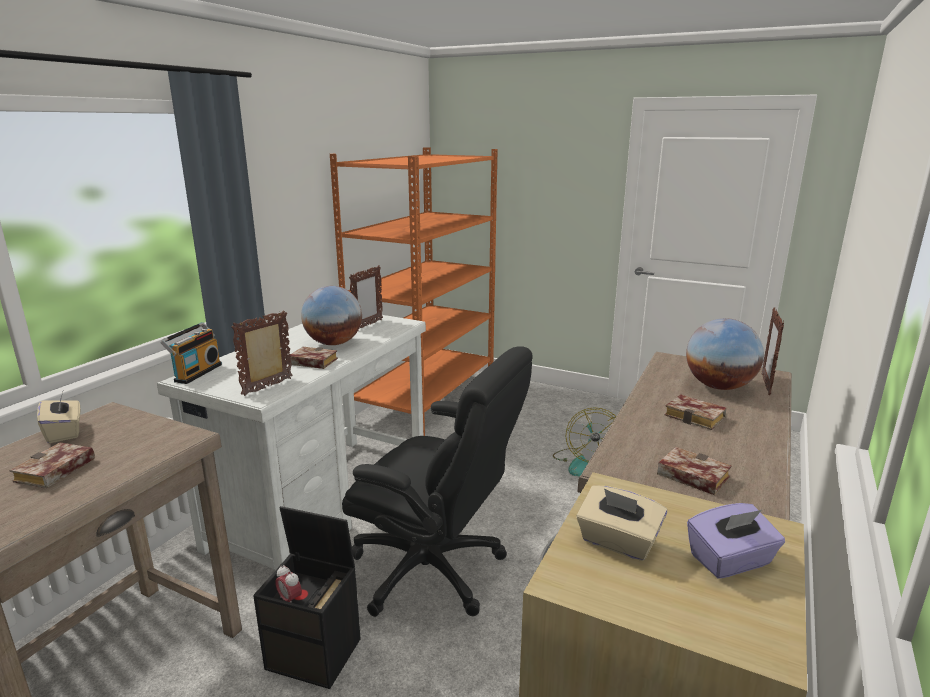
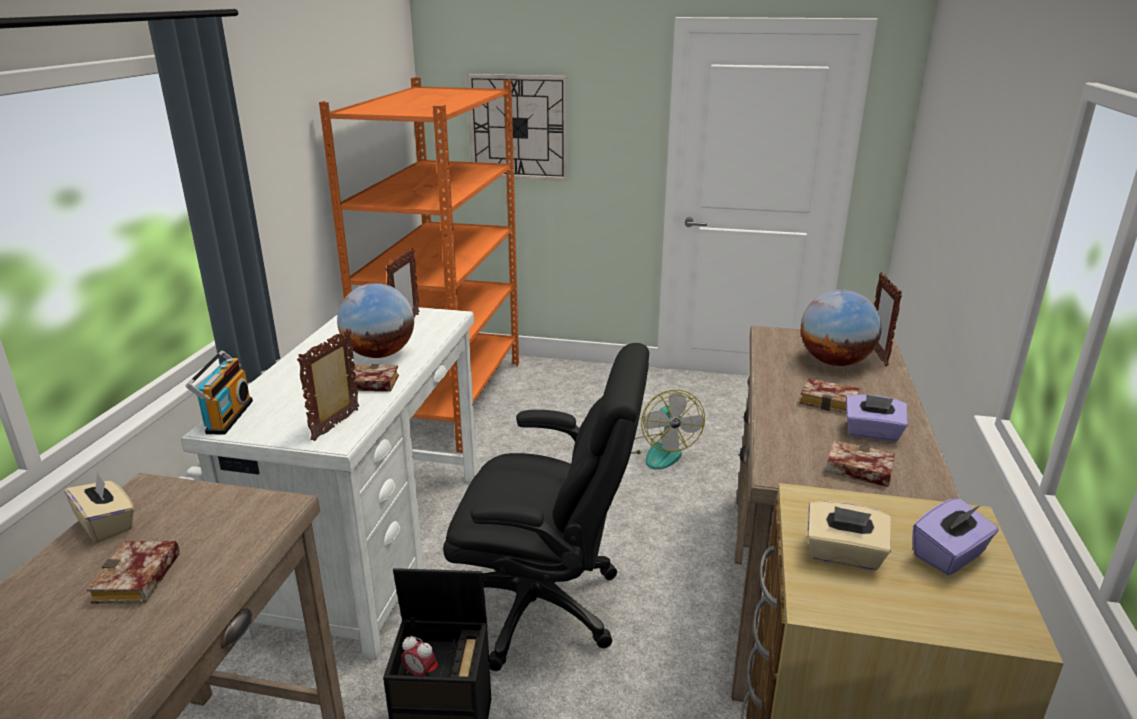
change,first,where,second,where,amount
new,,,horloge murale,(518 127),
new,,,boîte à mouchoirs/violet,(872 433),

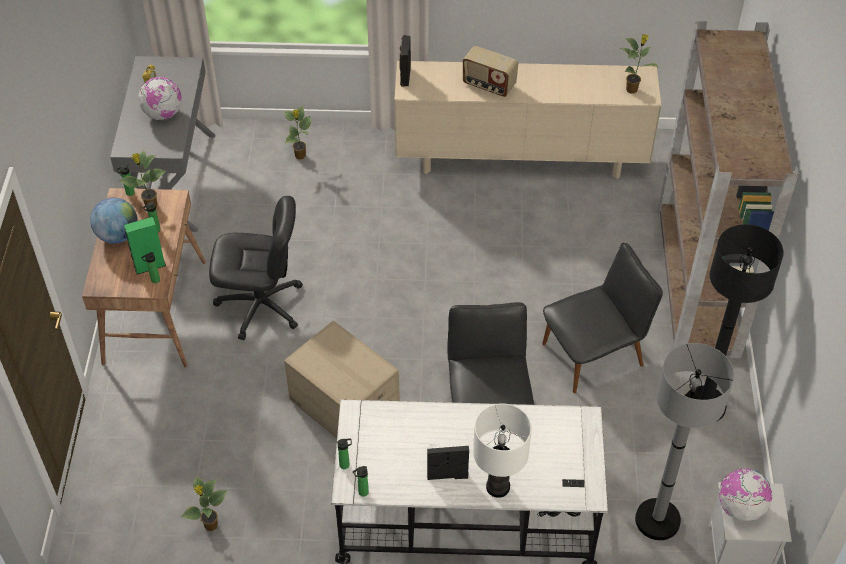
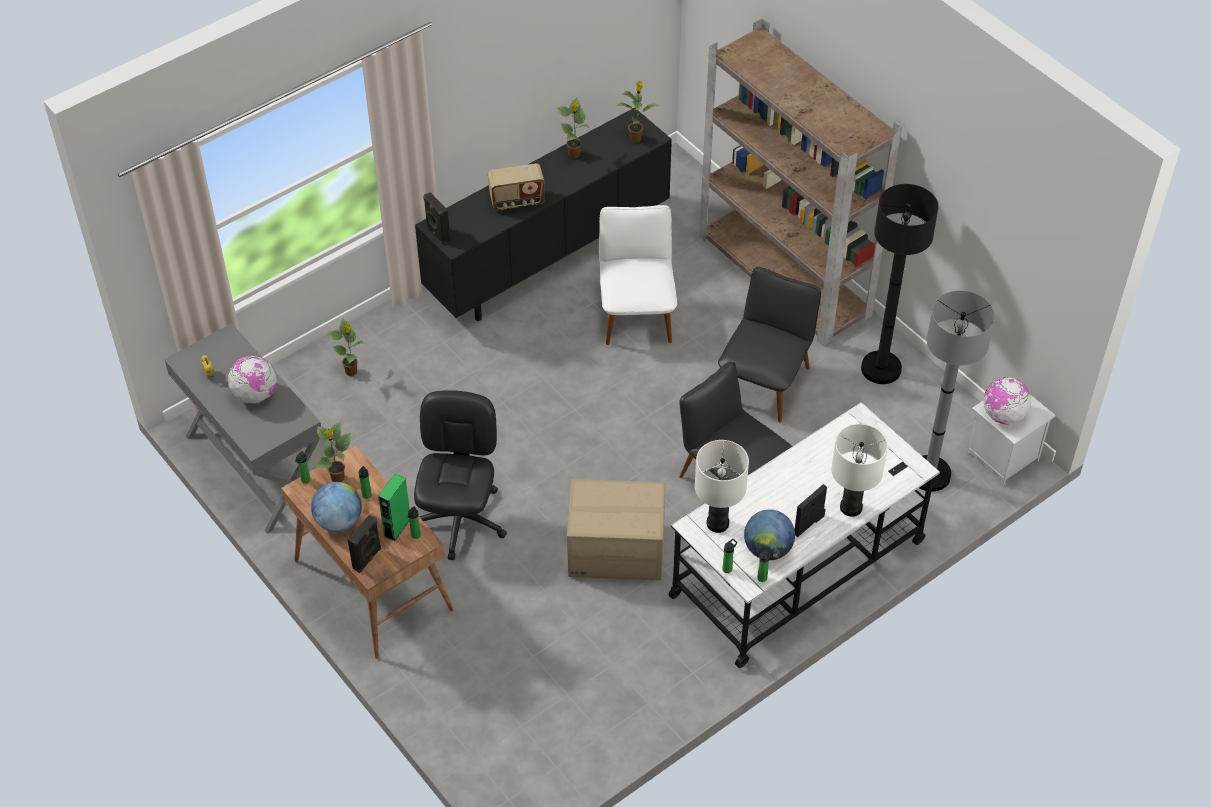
change,first,where,second,where,amount
shifted,plante en pot,(210 526),,(574 155),
rotated,chaise de bureau/noir,(261 305),,(460 519),45 degrees counterclockwise
repainted,meuble de rangement/beige,(521 159),meuble de rangement/noir,(548 259),
new,,,enceinte/noir,(368 559),
new,,,chaise/blanc,(636 315),
new,,,lampe de table/blanc,(718 523),
new,,,globe,(767 549),

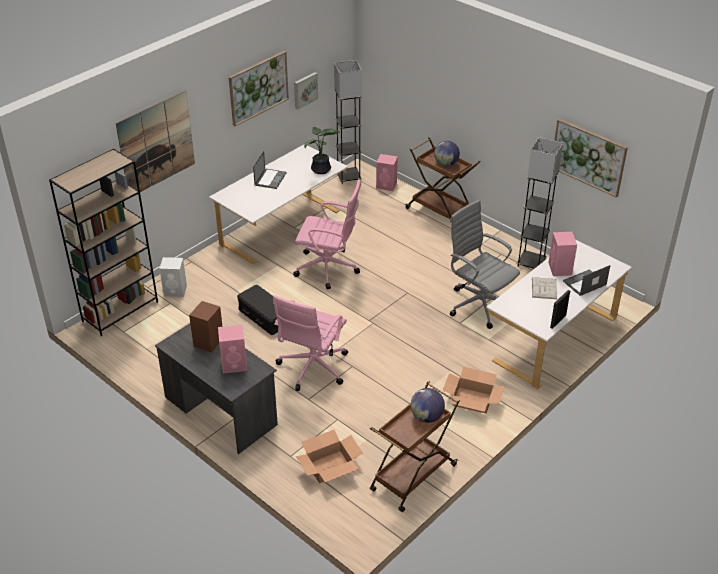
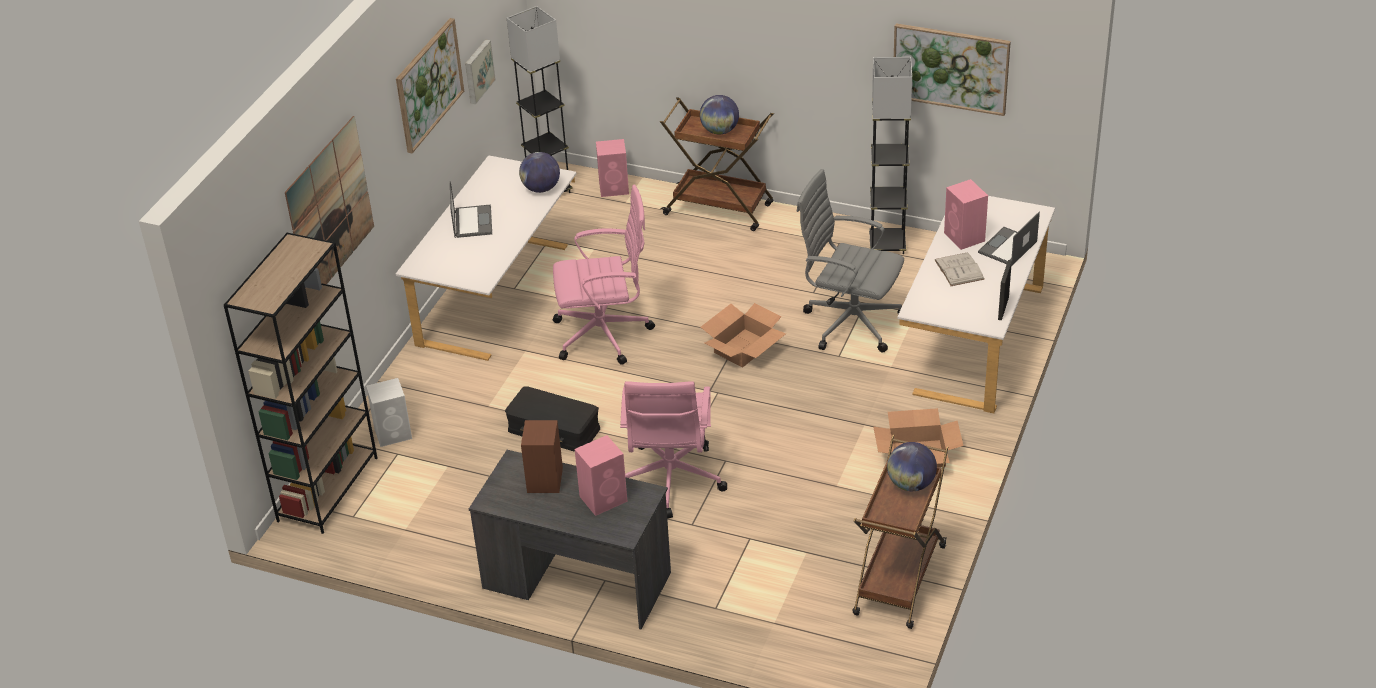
change,first,where,second,where,amount
shifted,carton,(330 467),,(743 348),
swapped,plante en pot,(321 170),globe,(541 188),

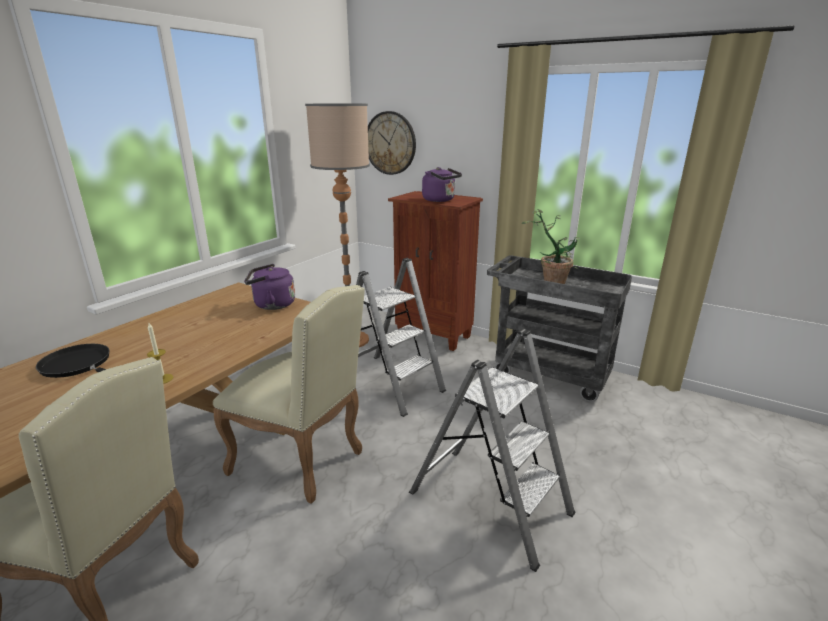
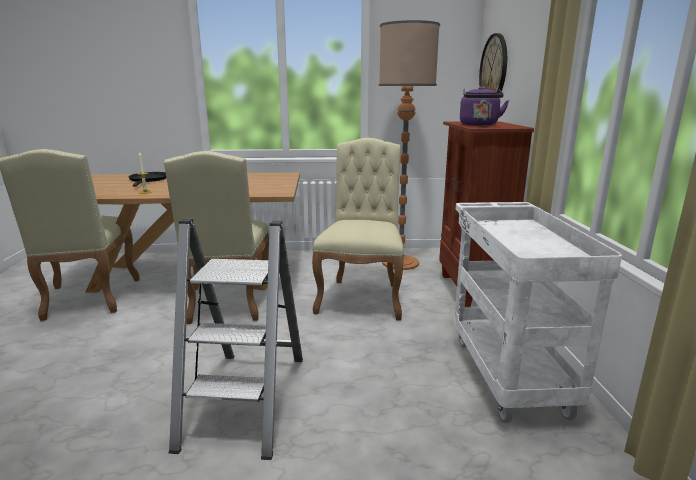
change,first,where,second,where,amount
gone,bouilloire/violet,(271 305),,,
swapped,escabeau/gris,(388 382),chaise/beige,(362 297),
repainted,chariot/noir,(545 377),chariot/blanc,(505 373),
gone,plante en pot,(551 280),,,

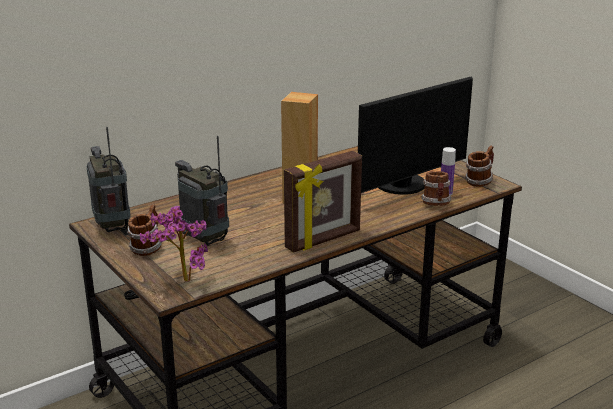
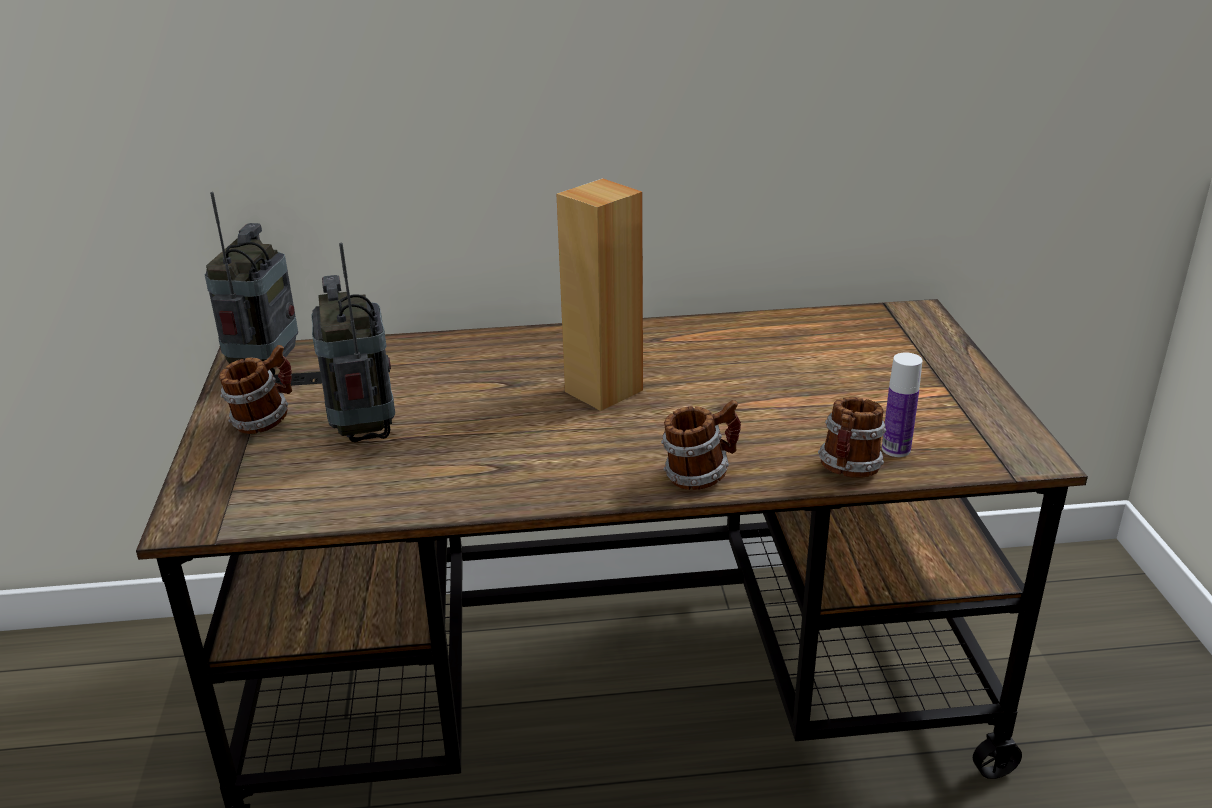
change,first,where,second,where,amount
gone,plante en pot,(180 280),,,
gone,cadre photo,(323 240),,,
gone,écran d'ordinateur,(405 186),,,
shifted,mug,(479 182),,(699 475),

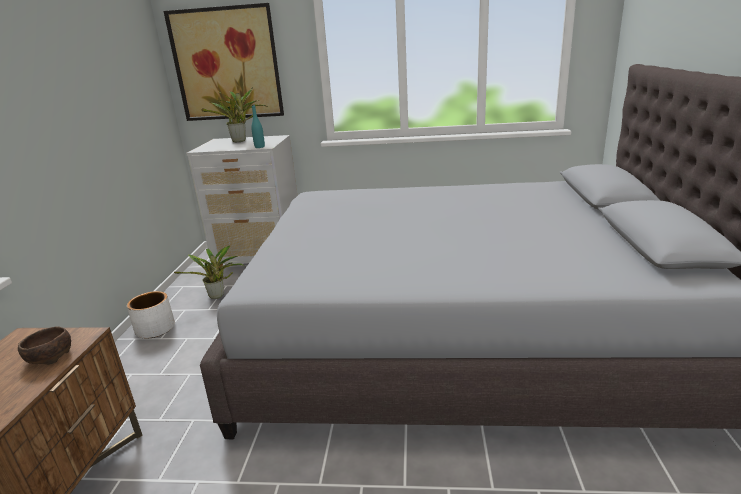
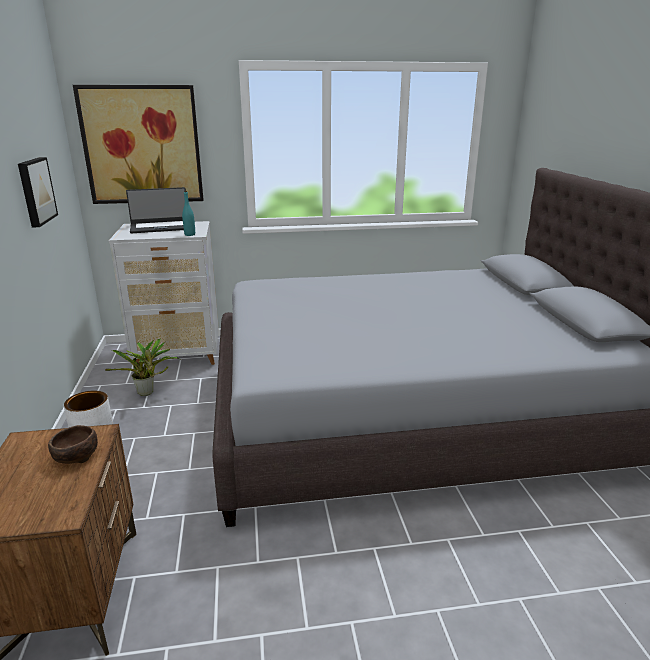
change,first,where,second,where,amount
swapped,plante en pot,(241 141),ordinateur portable,(160 227),
new,,,tableau,(35 191),

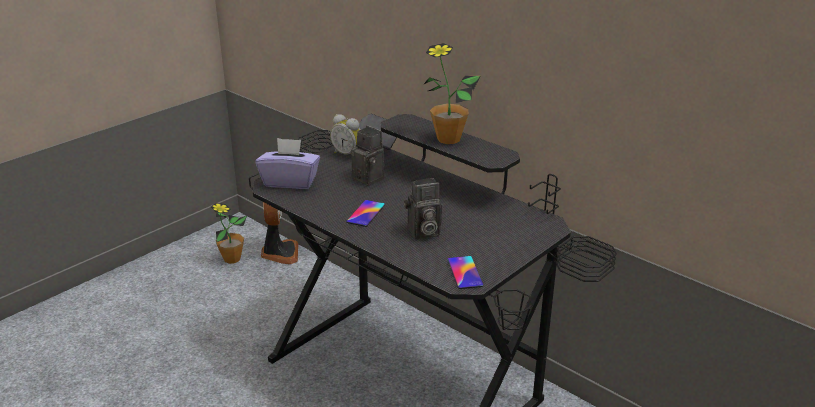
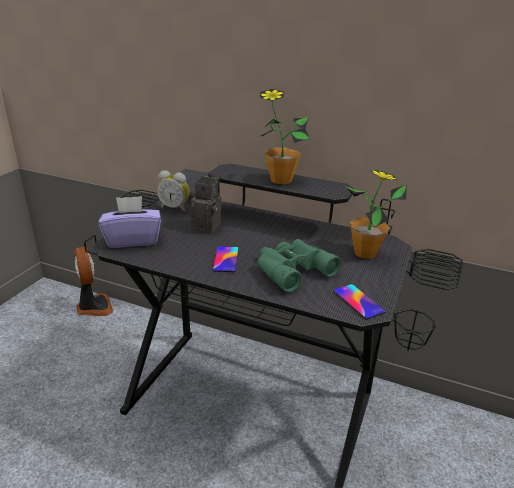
change,first,where,second,where,amount
shifted,plante en pot,(232 259),,(365 253),
swapped,appareil photo,(422 232),jumelles/vert,(291 269),

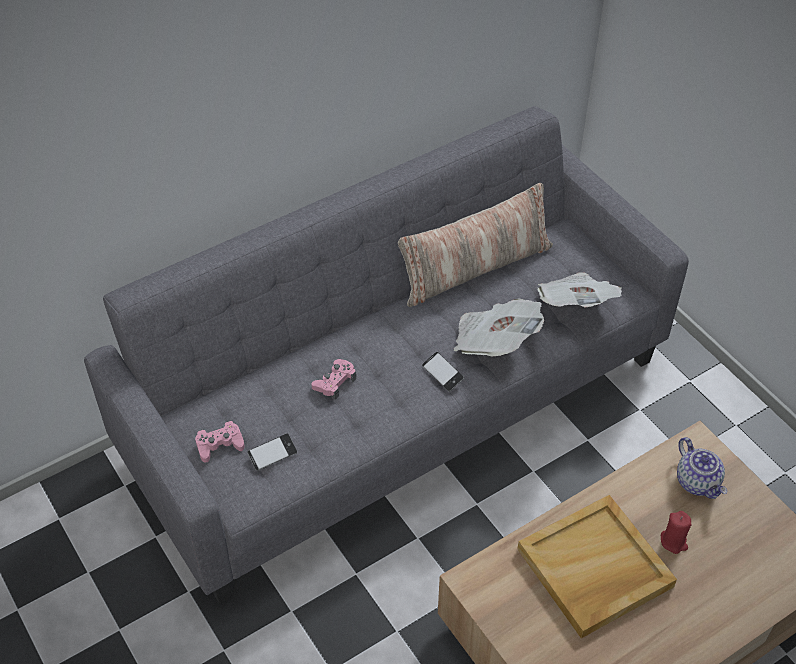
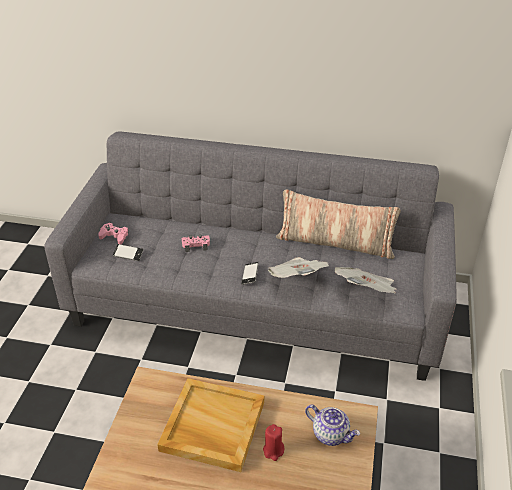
change,first,where,second,where,amount
rotated,théière,(698 482),,(331 434),75 degrees counterclockwise

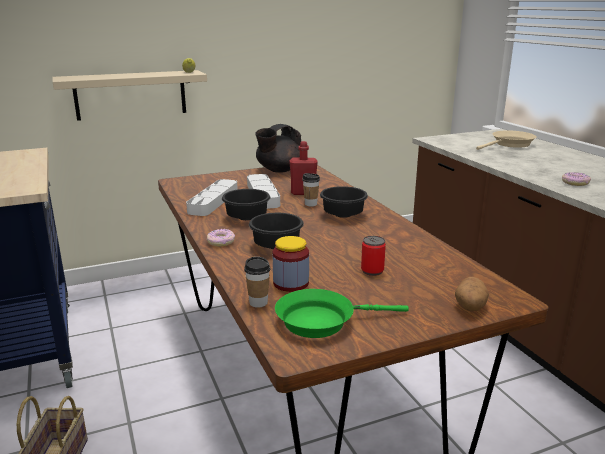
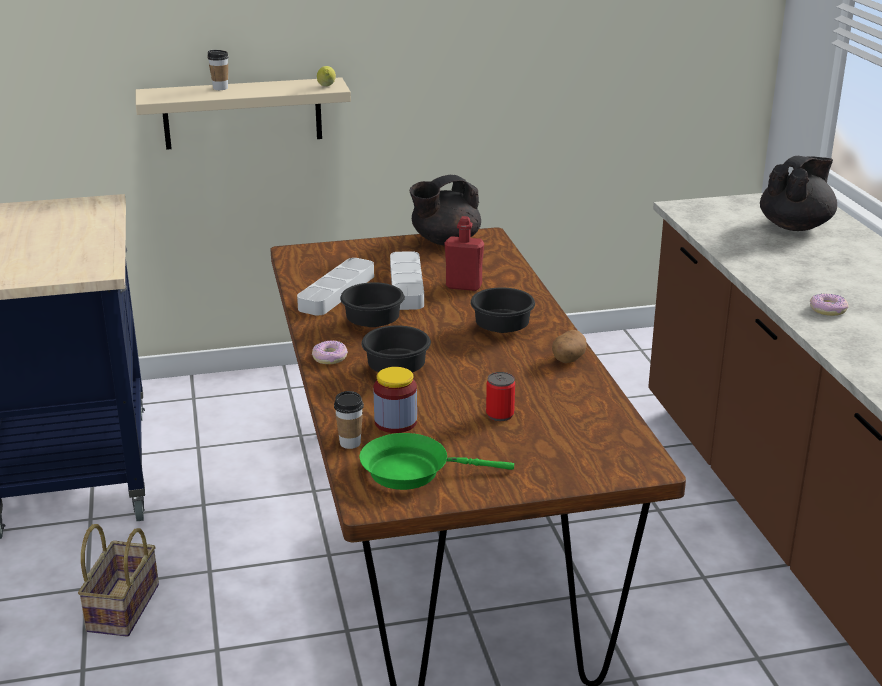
change,first,where,second,where,amount
shifted,tasse,(310 204),,(220 88),
shifted,pomme de terre,(470 307),,(567 359),
swapped,poêle/beige,(510 144),théière/noir,(795 226),

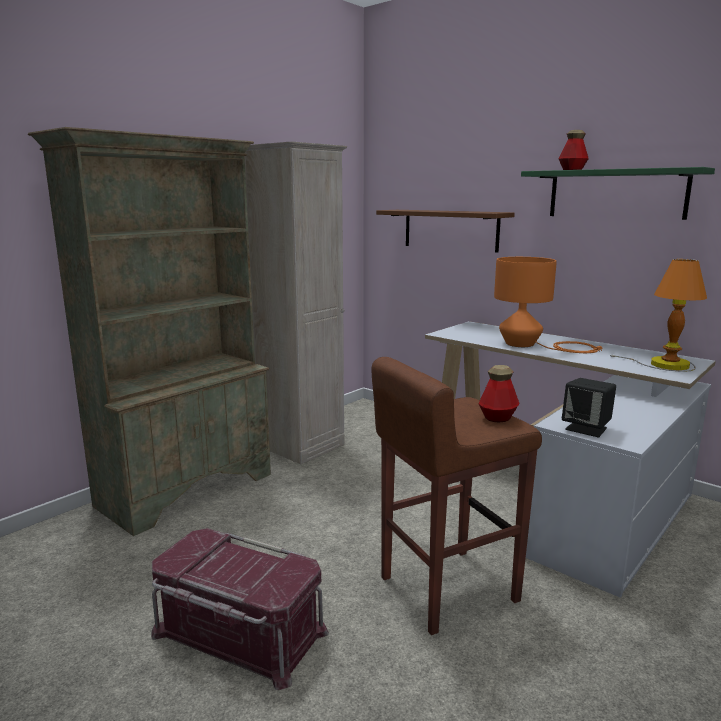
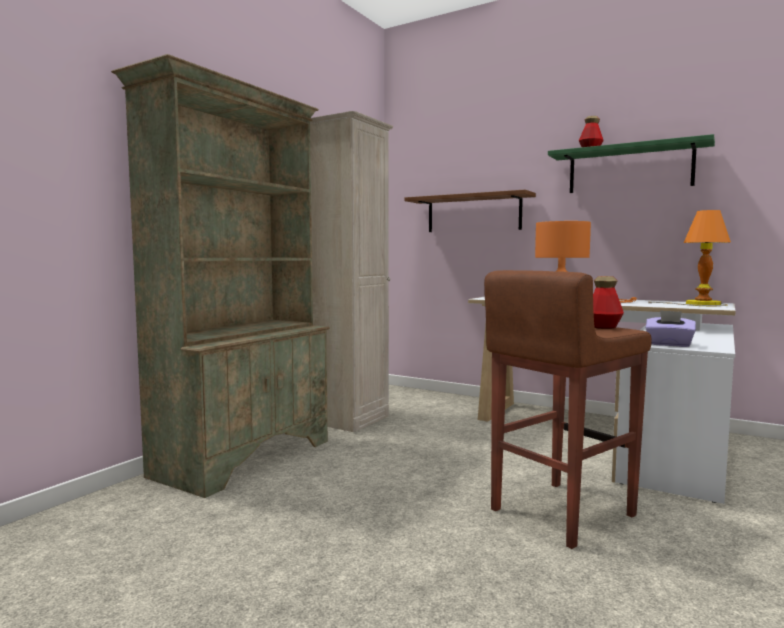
change,first,where,second,where,amount
gone,boîte de rangement/rouge,(238 633),,,
swapped,enceinte/noir,(586 429),boîte à mouchoirs/violet,(669 344),

